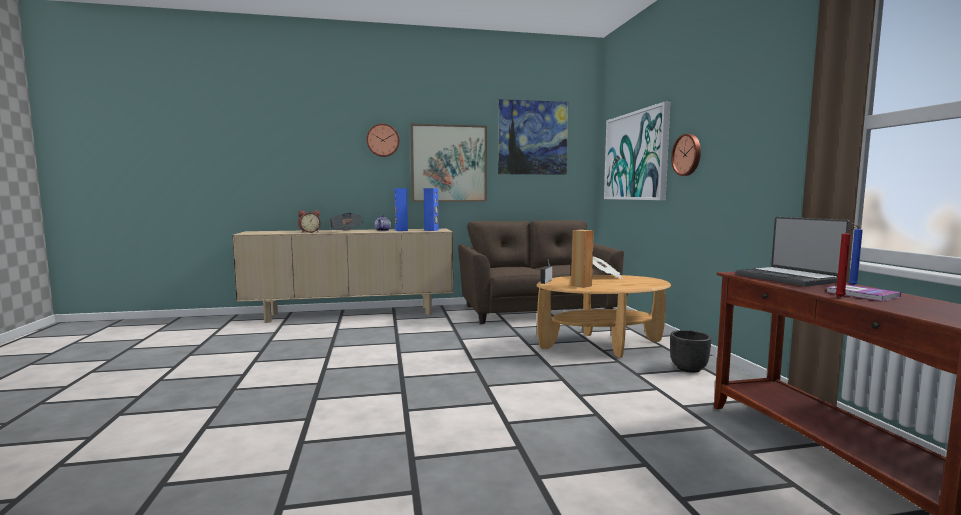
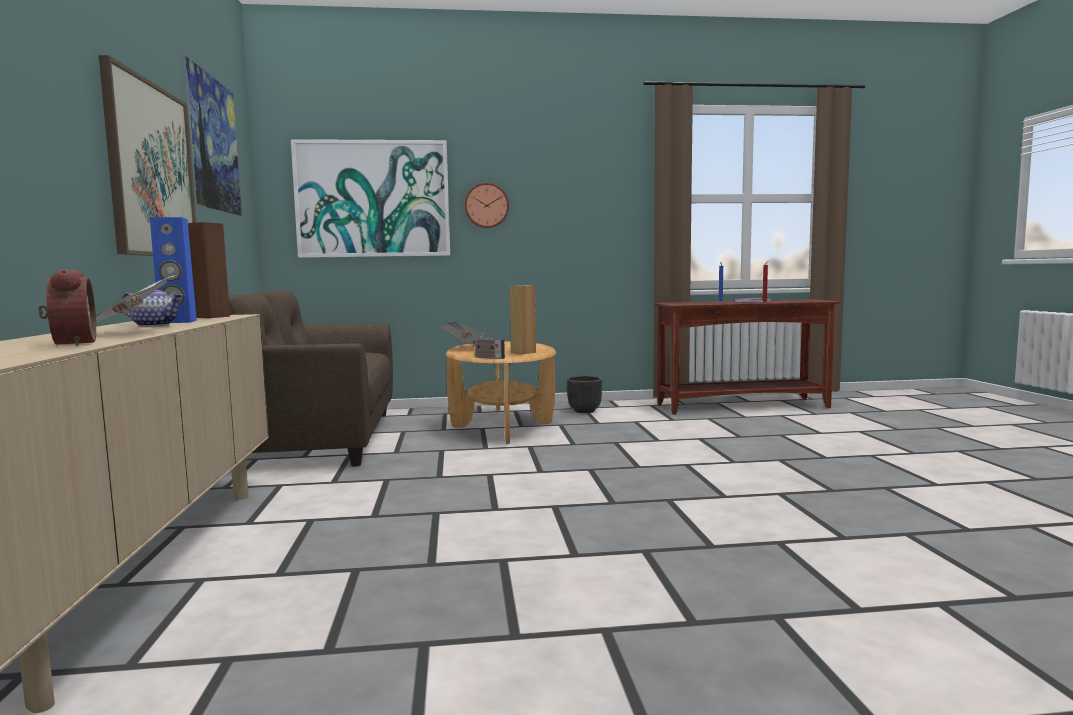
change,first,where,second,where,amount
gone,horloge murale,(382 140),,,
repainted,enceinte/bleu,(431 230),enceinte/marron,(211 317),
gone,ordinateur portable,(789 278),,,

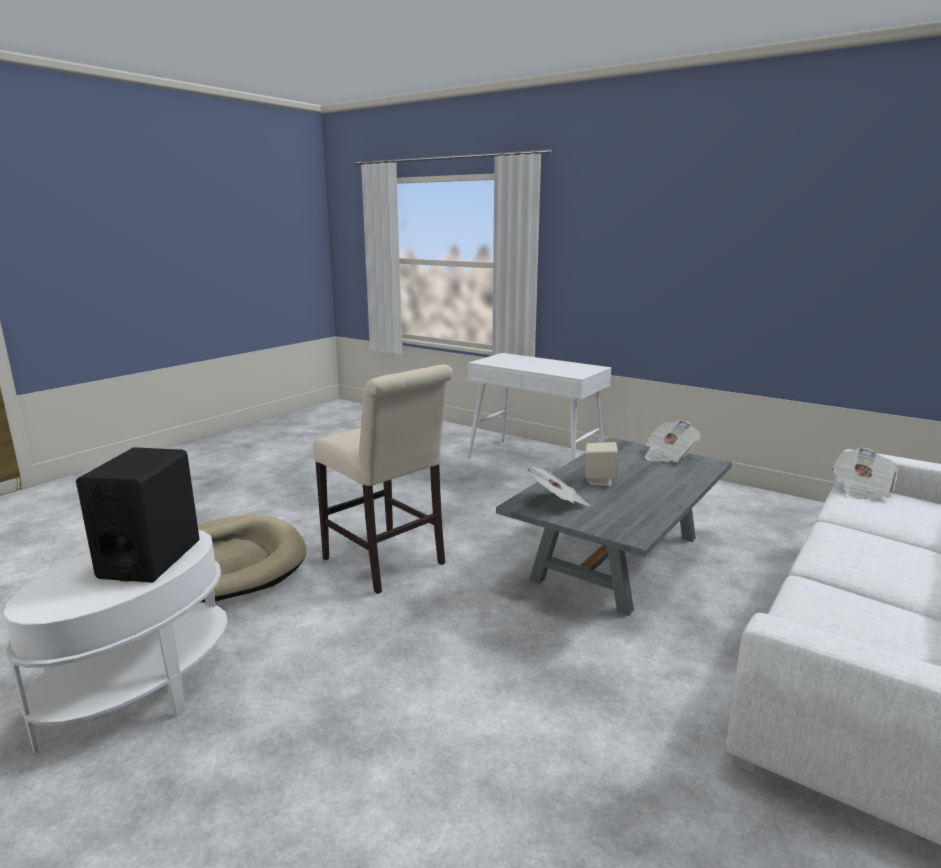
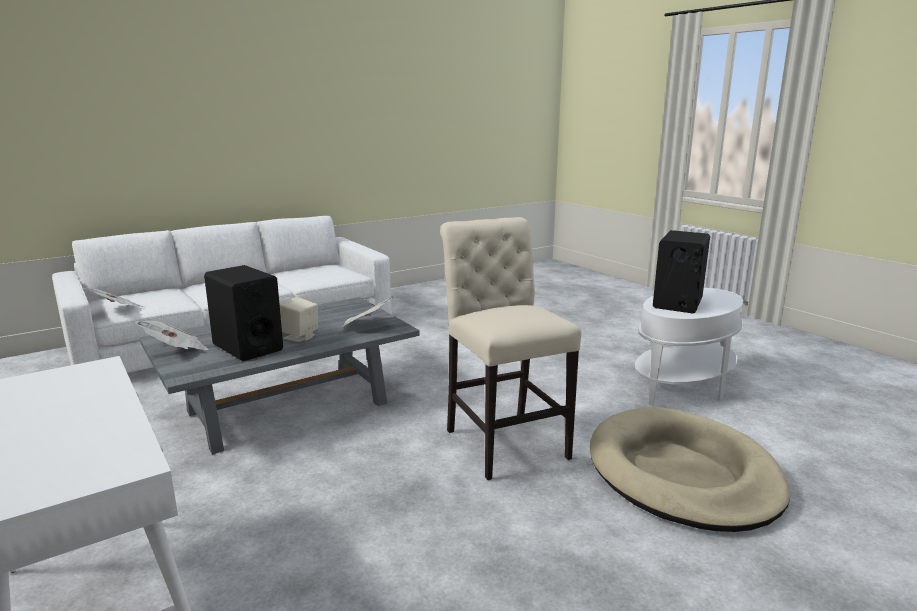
change,first,where,second,where,amount
new,,,enceinte/noir,(247 347),

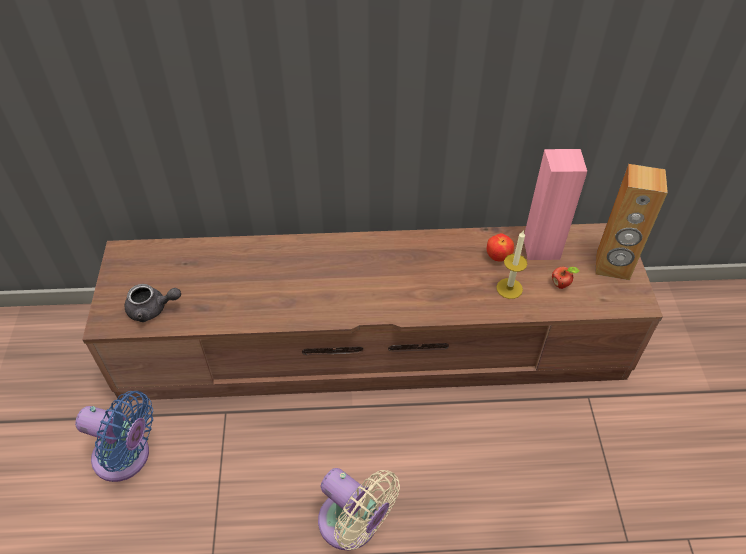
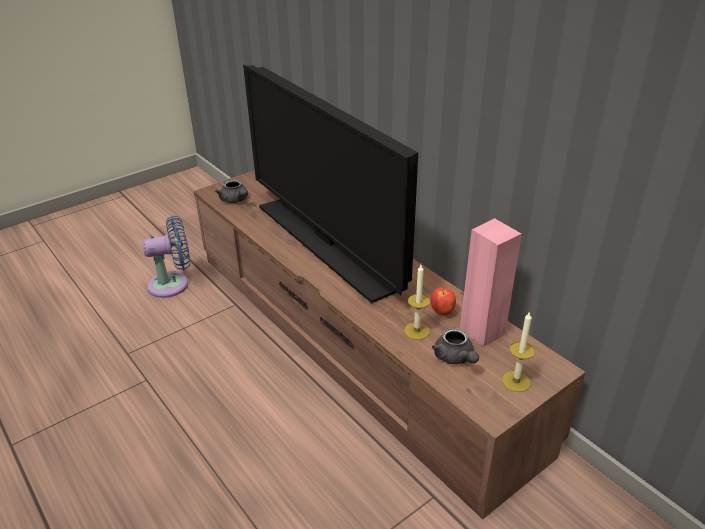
change,first,where,second,where,amount
rotated,ventilateur/bleu,(127 457),,(173 284),90 degrees counterclockwise
gone,ventilateur/beige,(353 525),,,
swapped,pomme,(561 285),théière/gris,(455 358),
swapped,enceinte/marron,(612 266),bougie,(516 381),
new,,,téléviseur,(326 245),

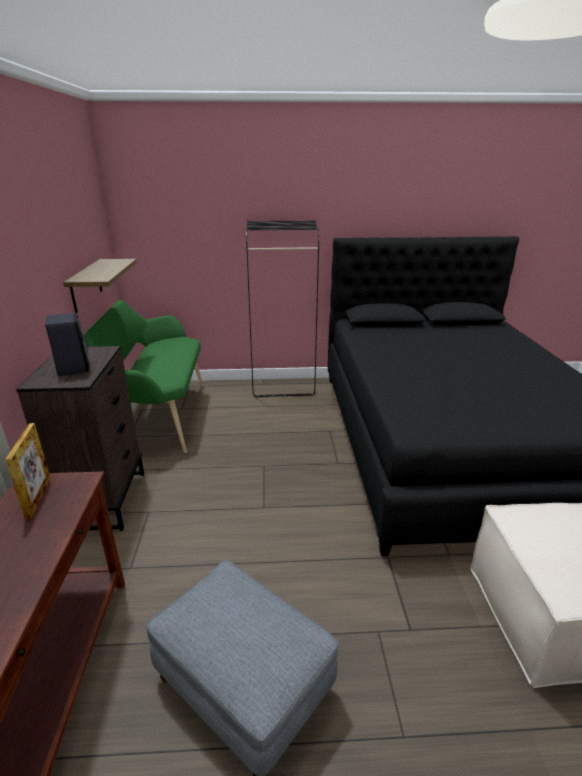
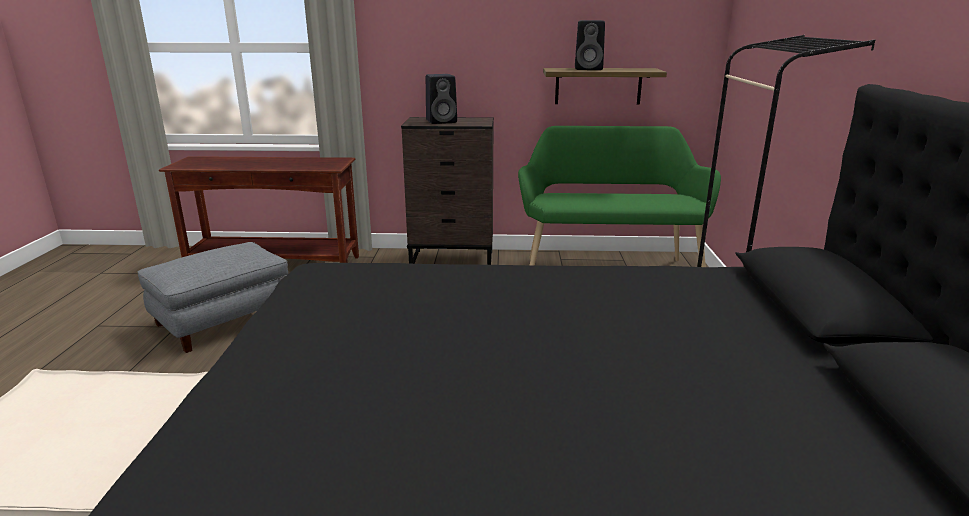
change,first,where,second,where,amount
gone,cadre photo,(38 497),,,
new,,,enceinte/noir,(589 69),

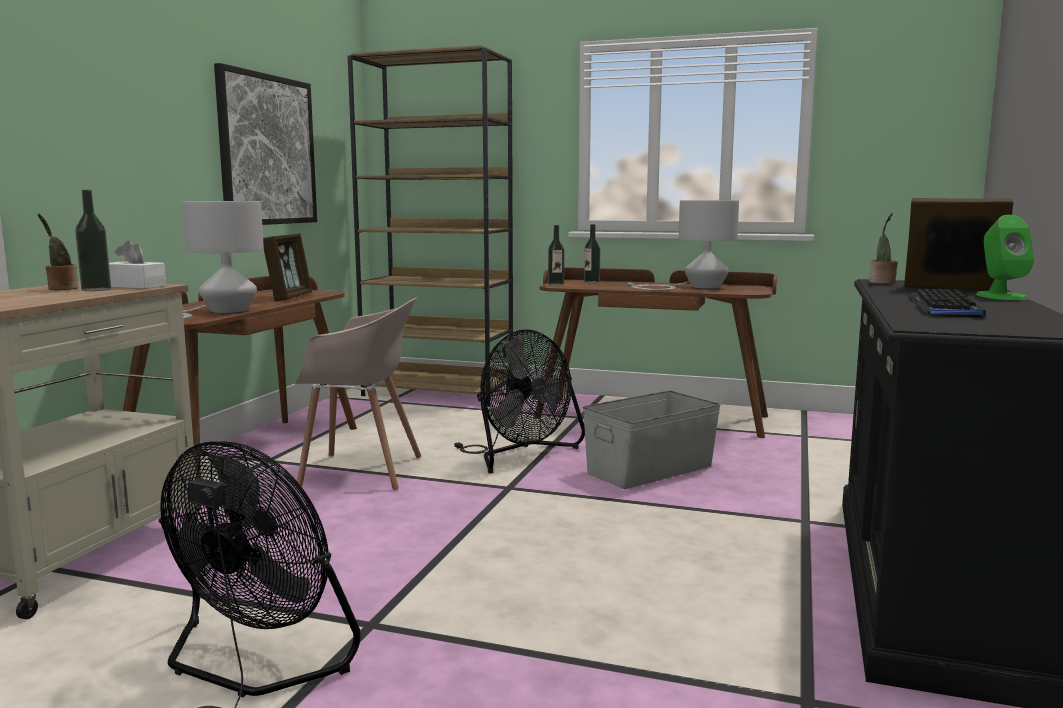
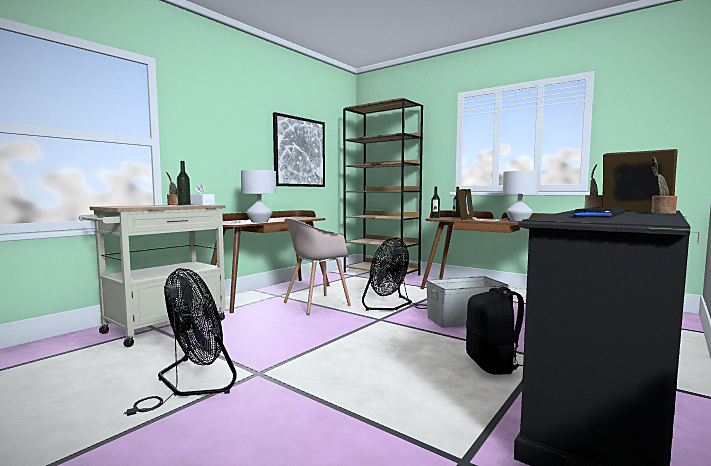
change,first,where,second,where,amount
shifted,cadre photo,(289 297),,(465 219),
rotated,chaise/beige,(363 472),,(316 304),120 degrees clockwise
rotated,ventilateur/noir,(516 455),,(396 305),150 degrees clockwise
swapped,enceinte/vert,(1000 296),plante en pot,(661 213),
new,,,sac à dos/noir,(493 365),

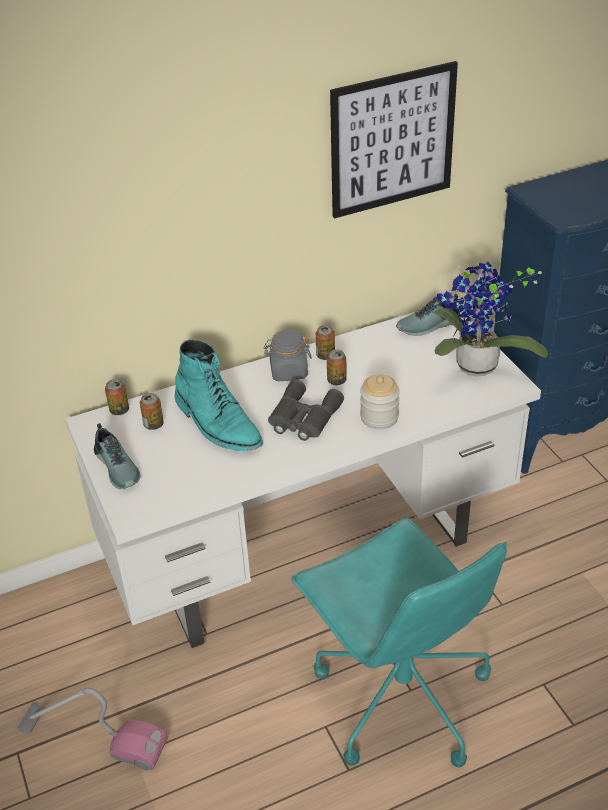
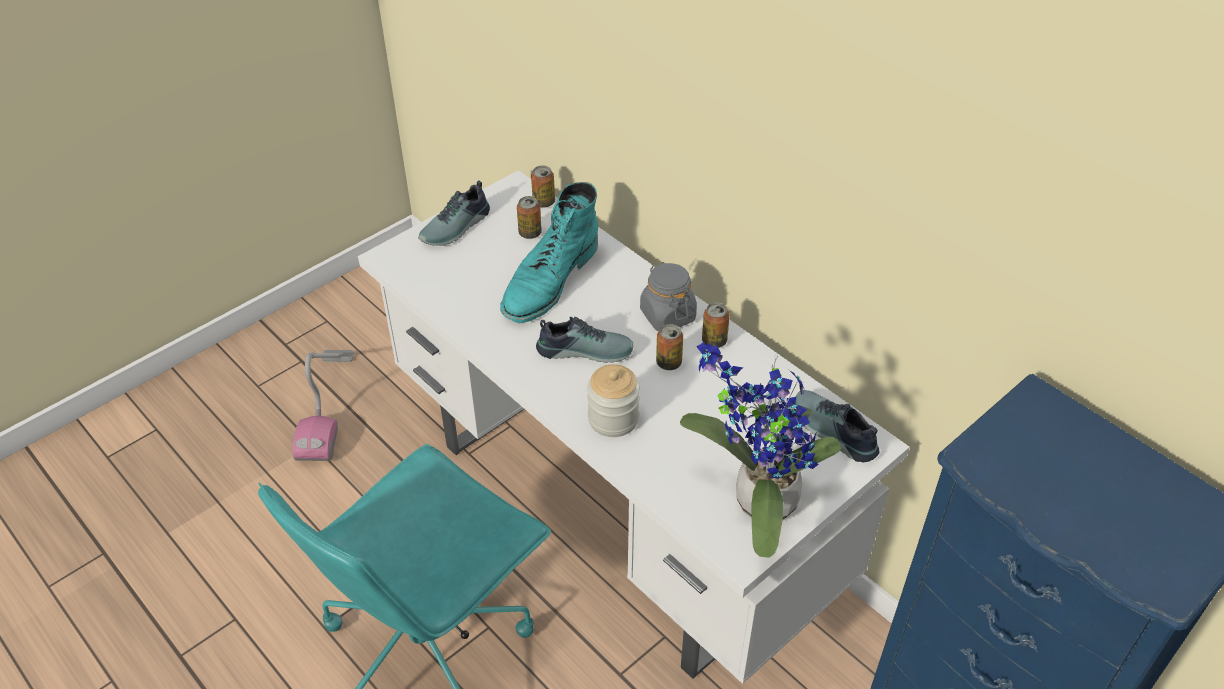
change,first,where,second,where,amount
swapped,jumelles/gris,(303 418),chaussure,(585 349),
gone,tableau,(392 140),,,

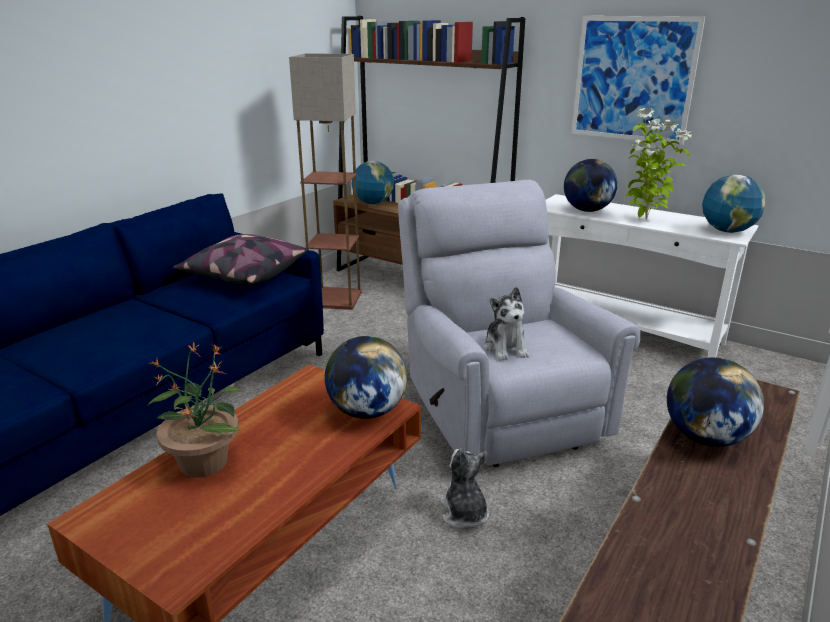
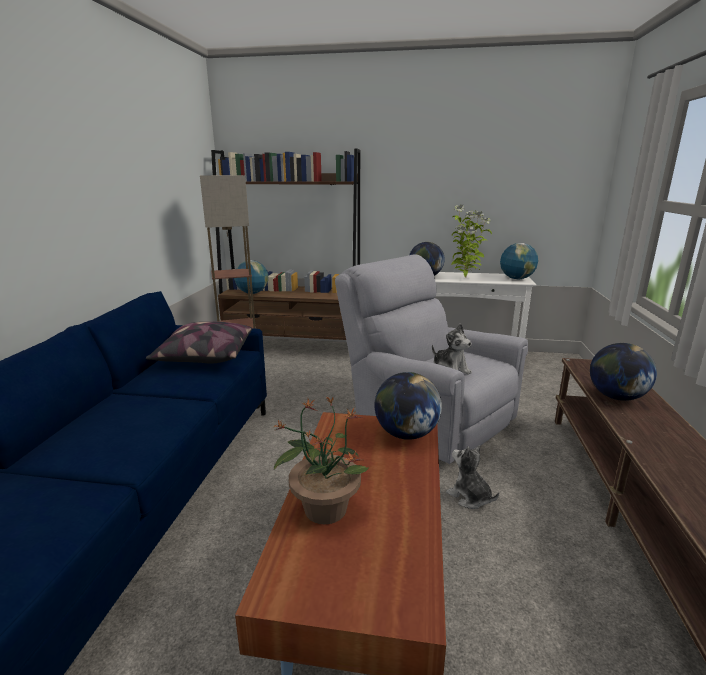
change,first,where,second,where,amount
gone,tableau,(633 79),,,

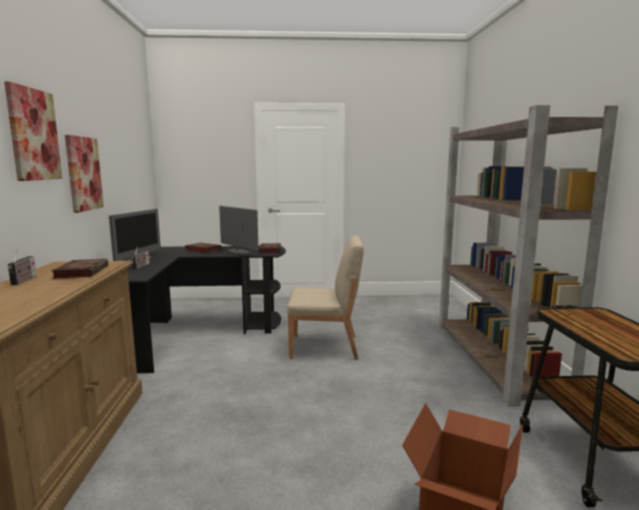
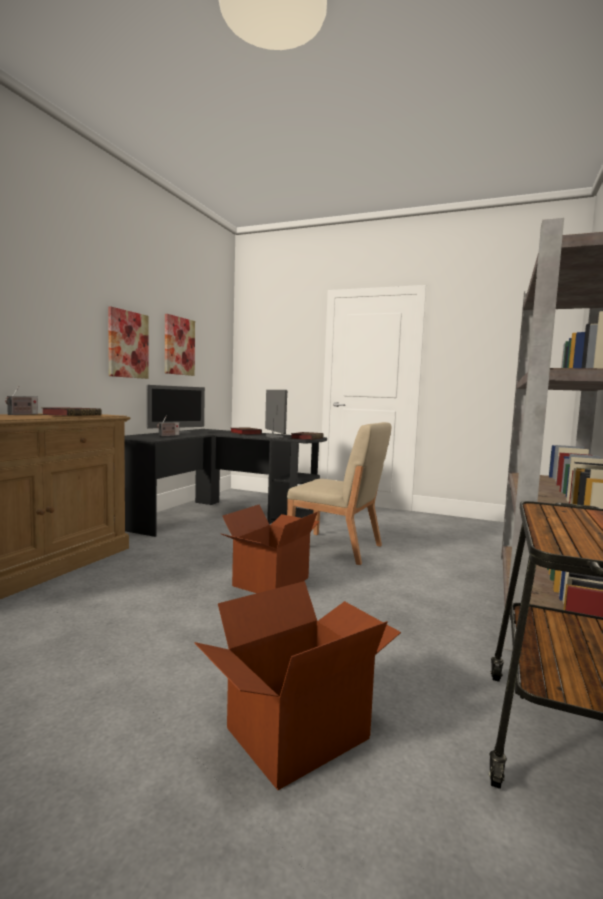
change,first,where,second,where,amount
shifted,tableau,(33 134),,(179 346),
new,,,carton,(270 581),

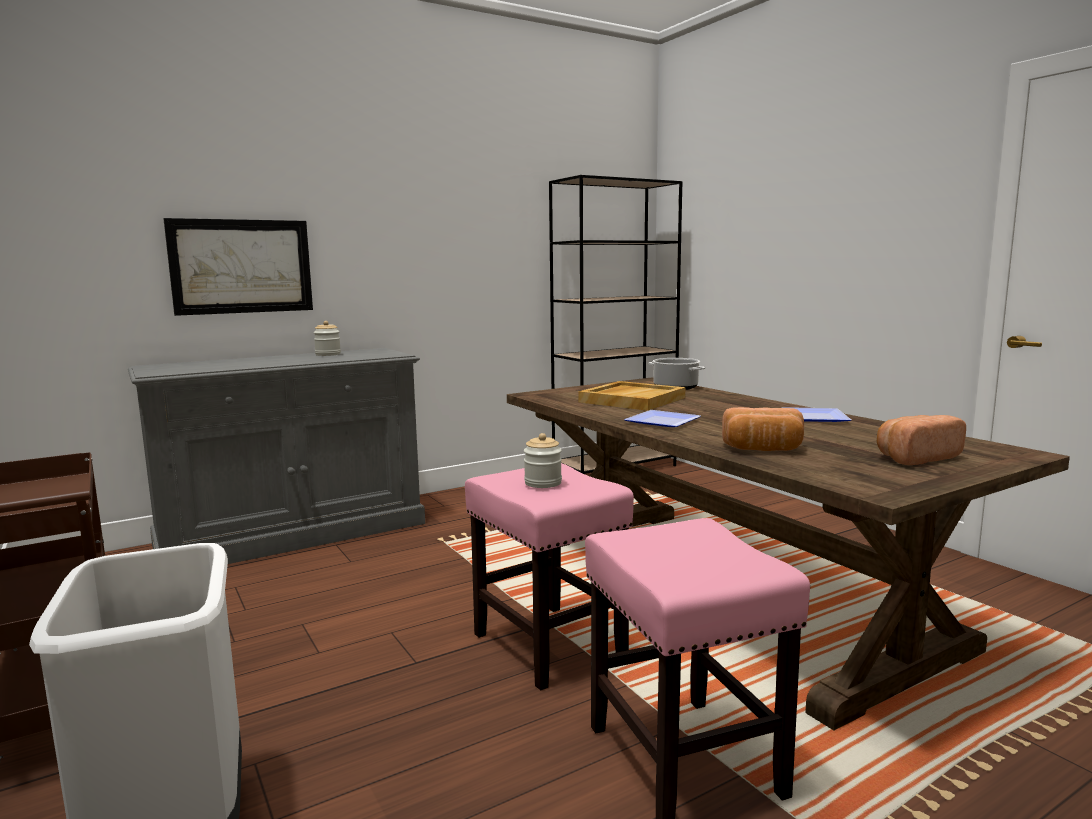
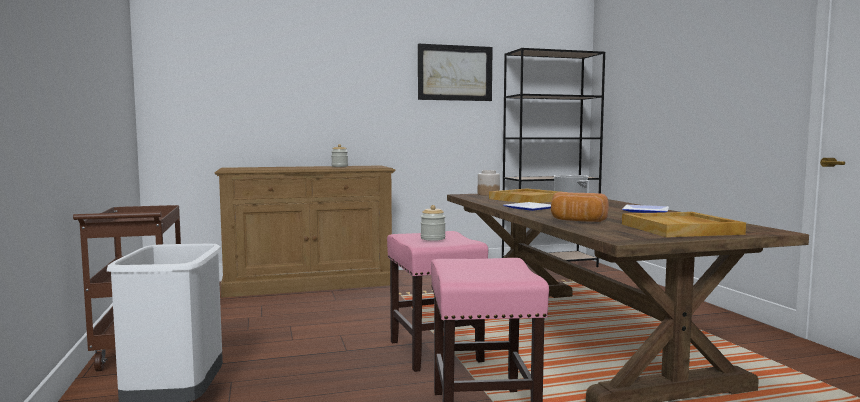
change,first,where,second,where,amount
repainted,meuble de rangement/gris,(295 534),meuble de rangement/marron,(310 283),
shifted,tableau,(241 266),,(455 73),
swapped,pain,(915 458),plateau/beige,(681 229),
new,,,bocal,(488 194),

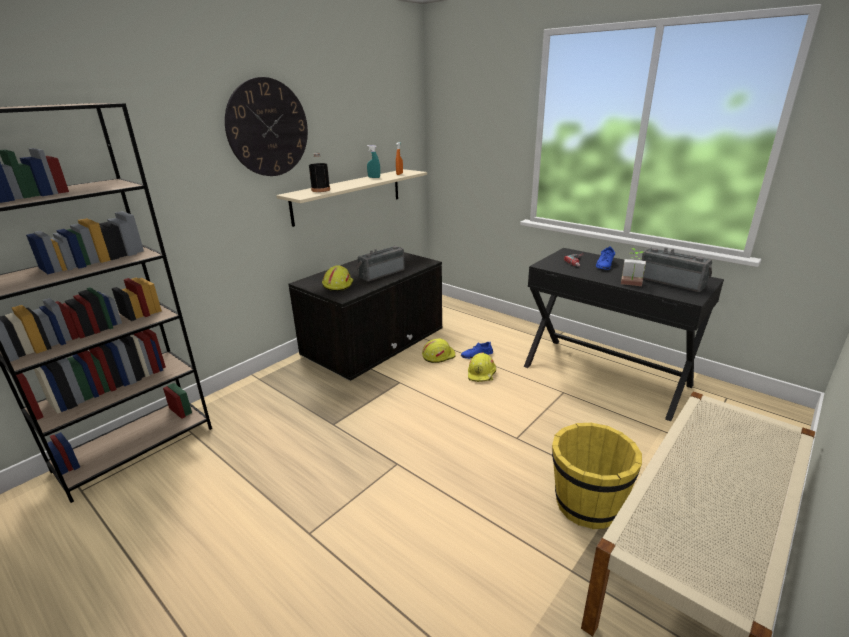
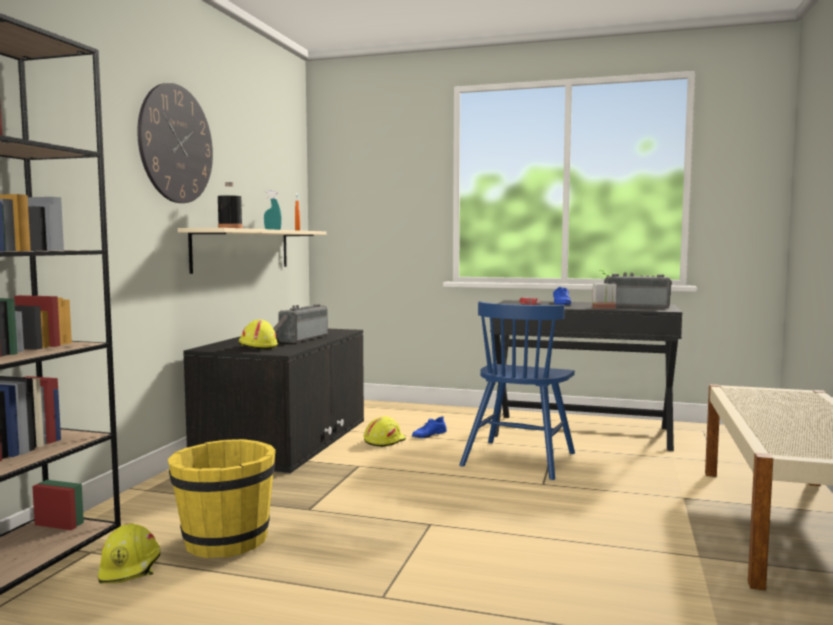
change,first,where,second,where,amount
shifted,casque de chantier/jaune,(482 374),,(130 568),
shifted,seau/jaune,(587 503),,(225 541),
new,,,chaise/bleu,(520 457),

